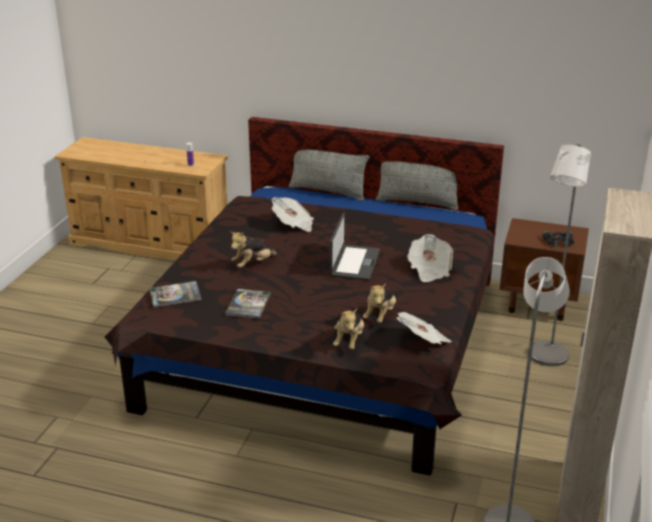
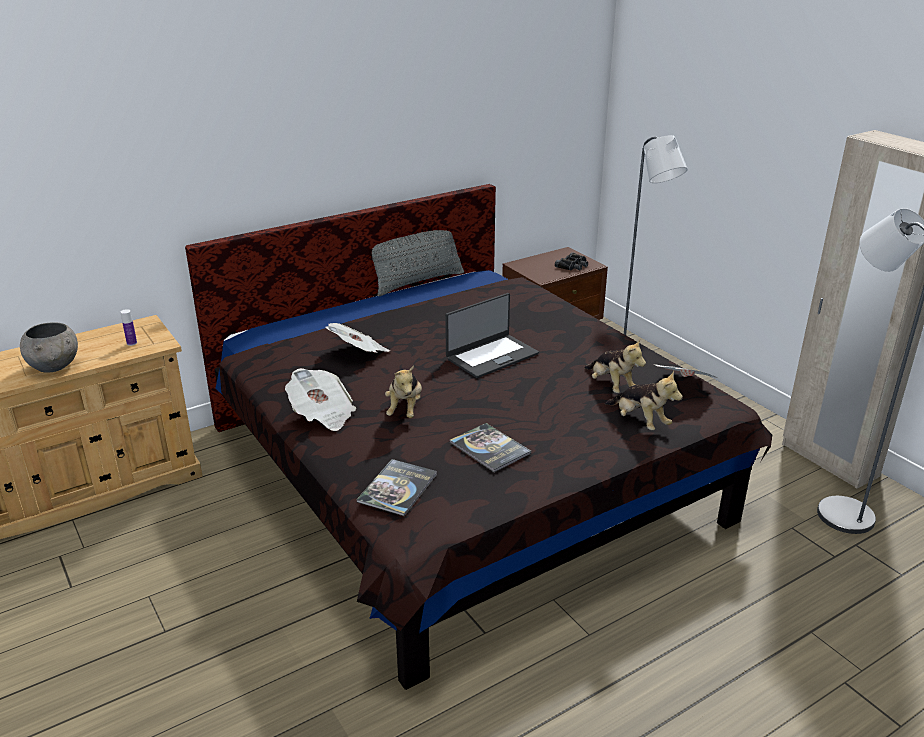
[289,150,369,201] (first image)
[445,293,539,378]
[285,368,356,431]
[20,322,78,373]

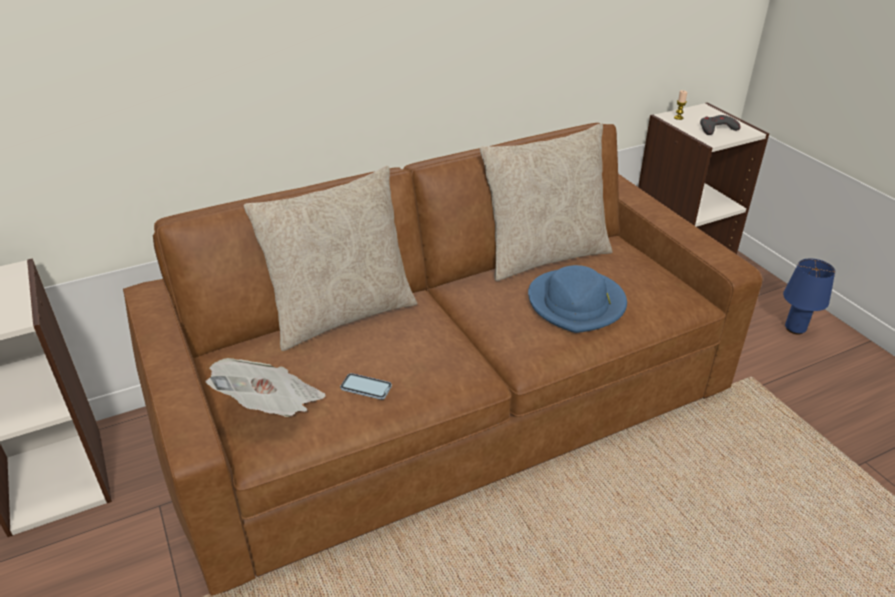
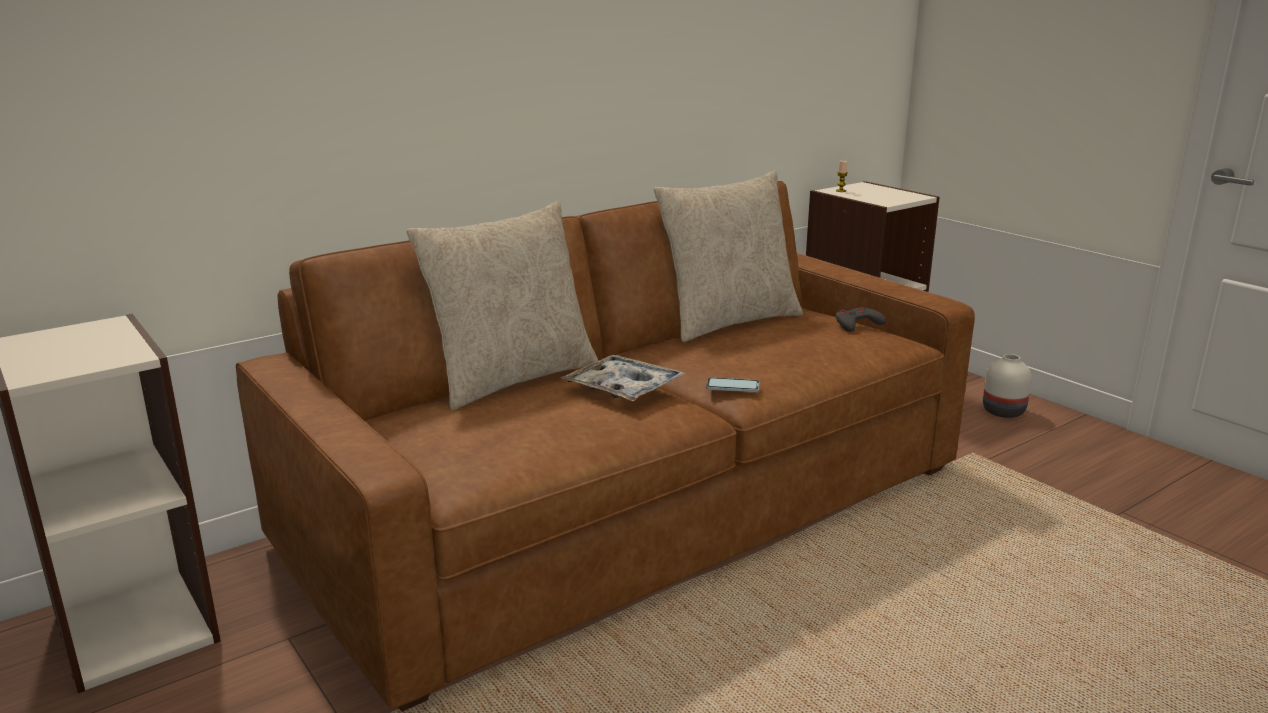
[835,307,886,332]
[983,354,1032,418]
[528,265,627,333] (first image)
[205,358,325,417] (first image)
[706,377,760,392]
[561,355,685,401]

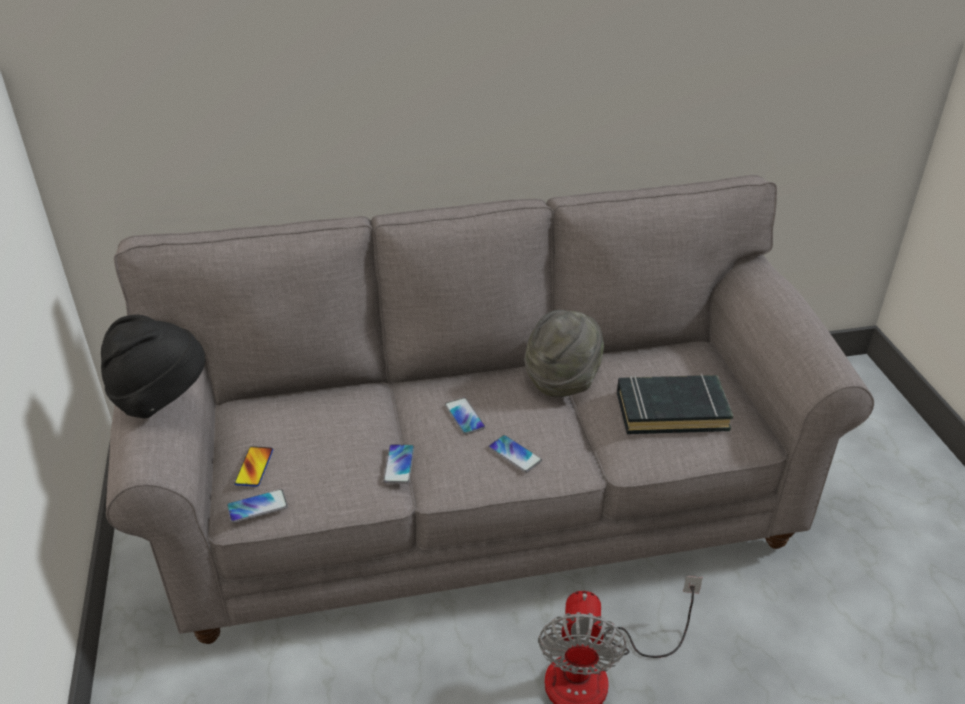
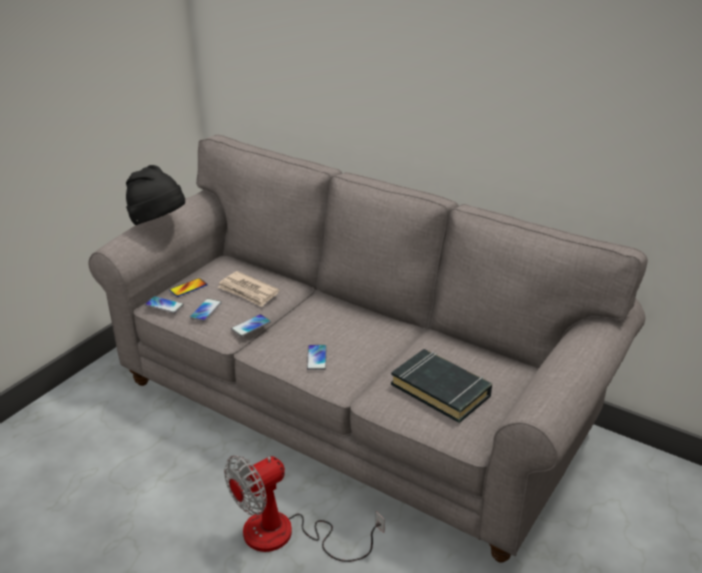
[524,310,604,397] (first image)
[190,298,222,322]
[218,271,279,307]

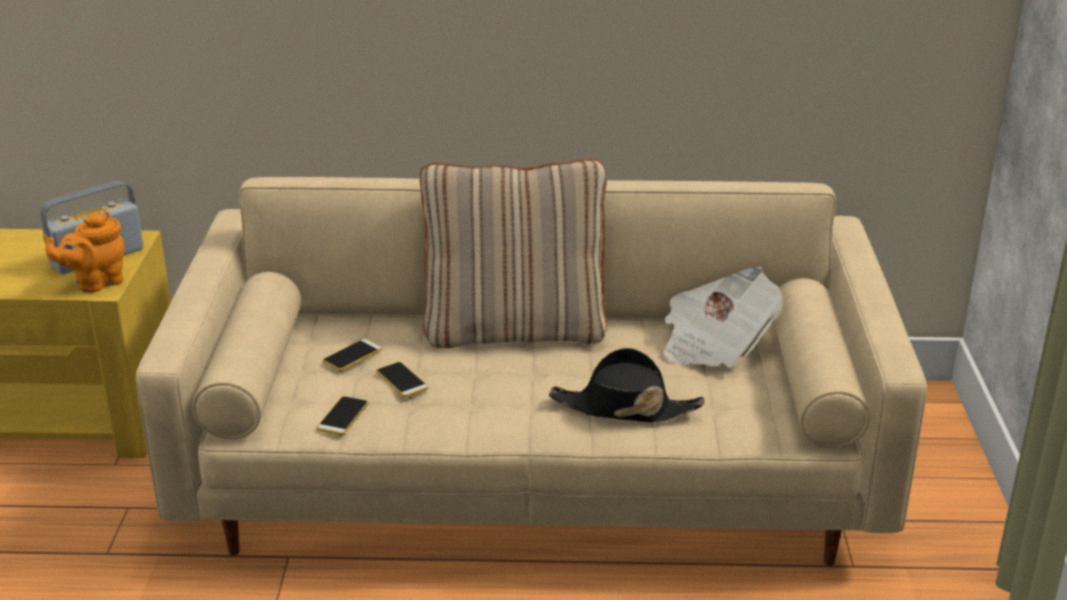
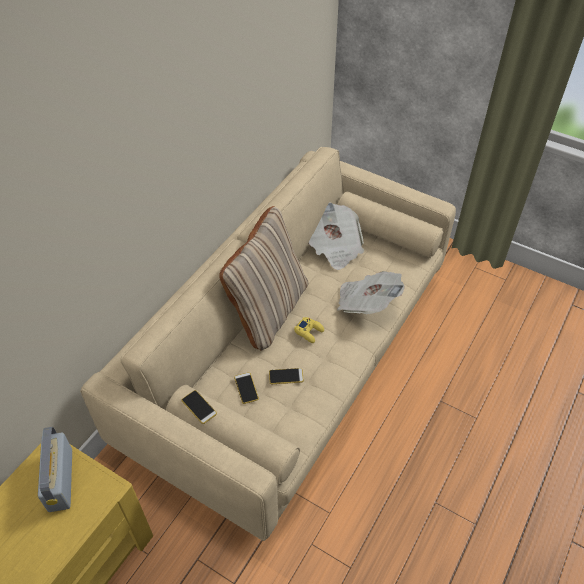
[46,211,125,293] (first image)
[337,271,405,314]
[181,390,217,424]
[294,317,324,343]

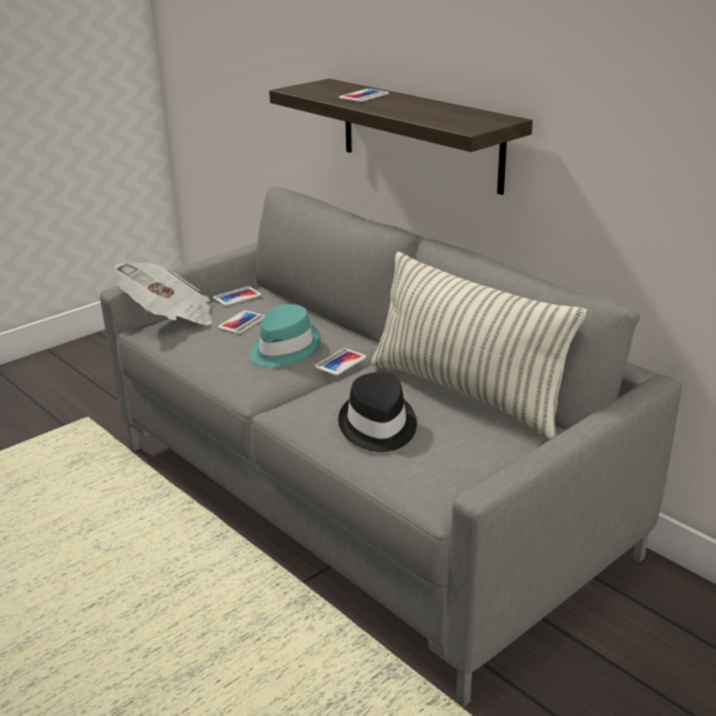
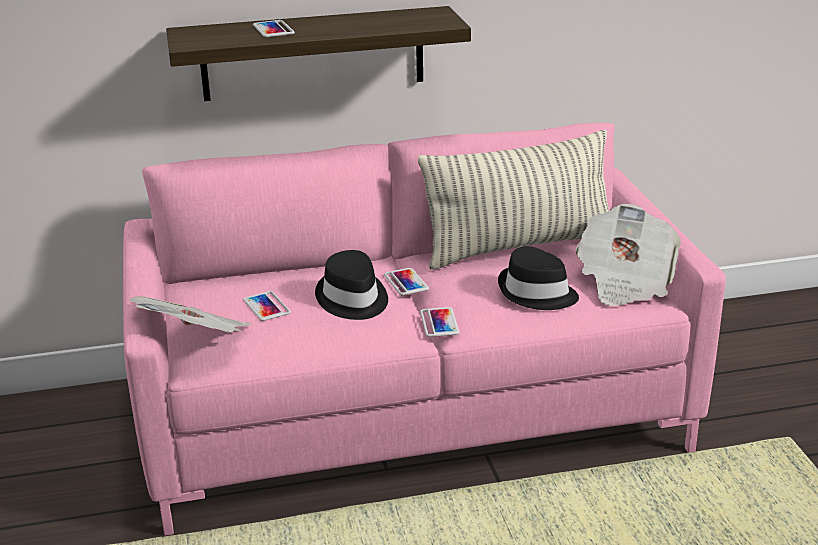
[123,123,726,536]
[420,307,459,337]
[315,250,388,320]
[576,204,681,306]

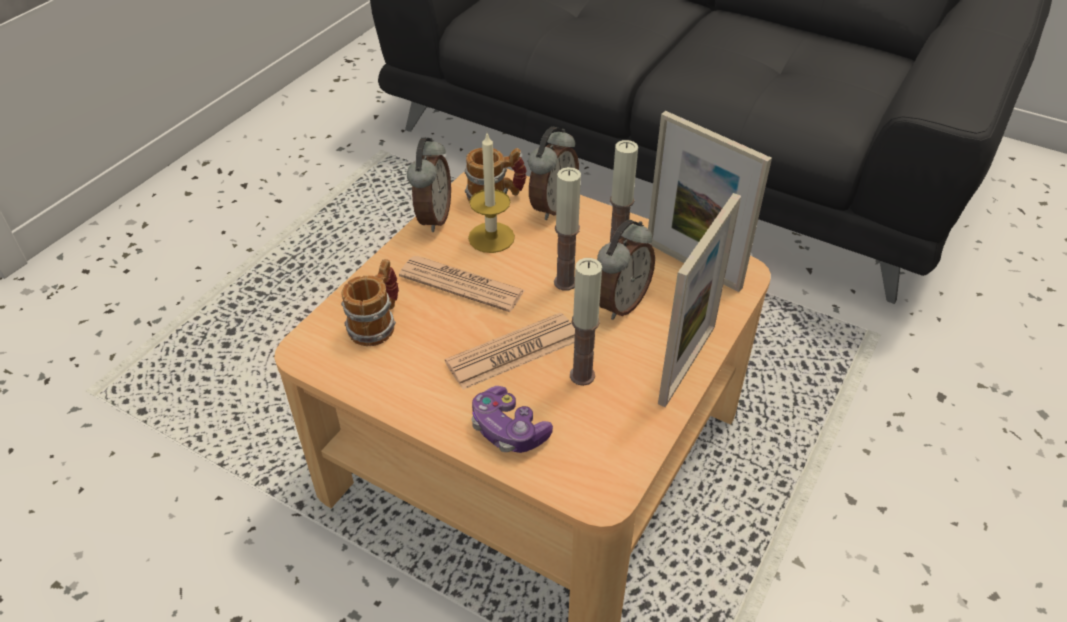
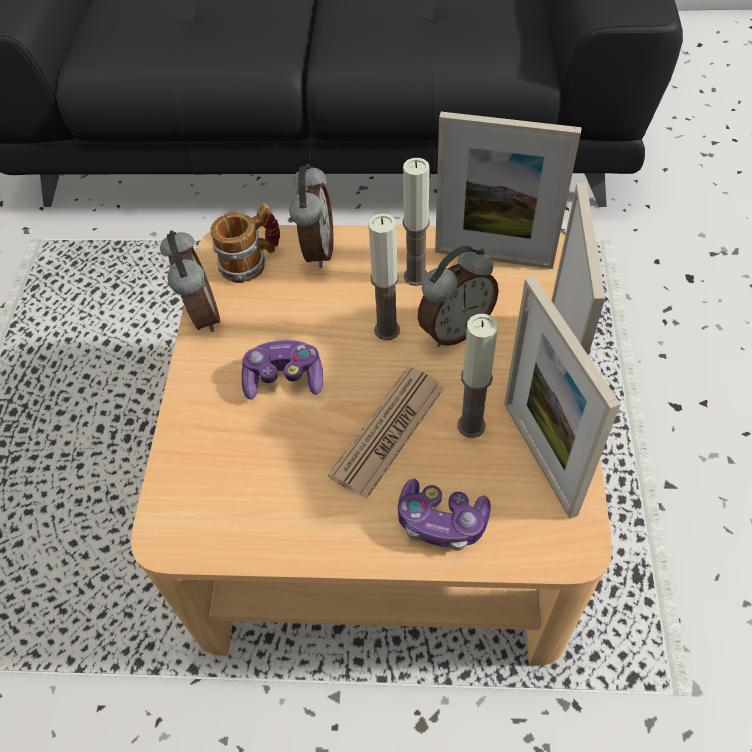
[468,134,515,253] (first image)
[418,246,499,347]
[242,340,323,400]
[341,259,399,346] (first image)
[504,276,621,519]

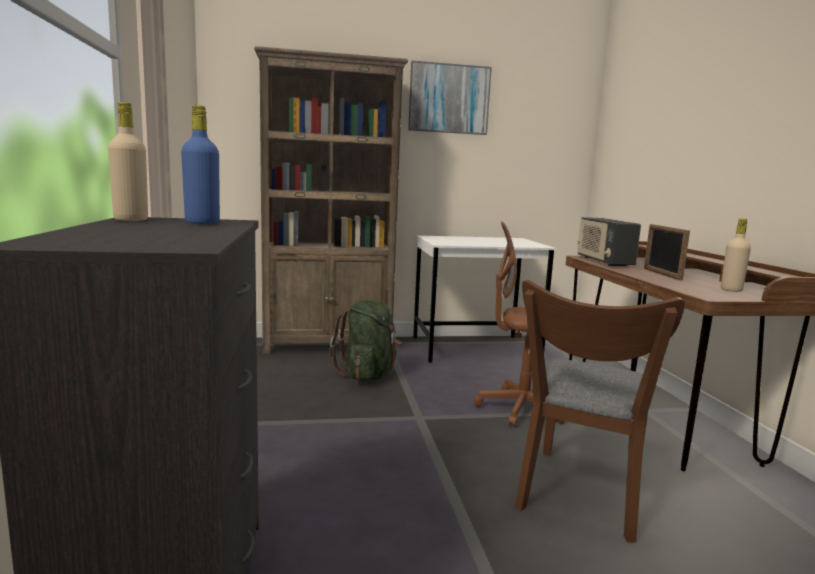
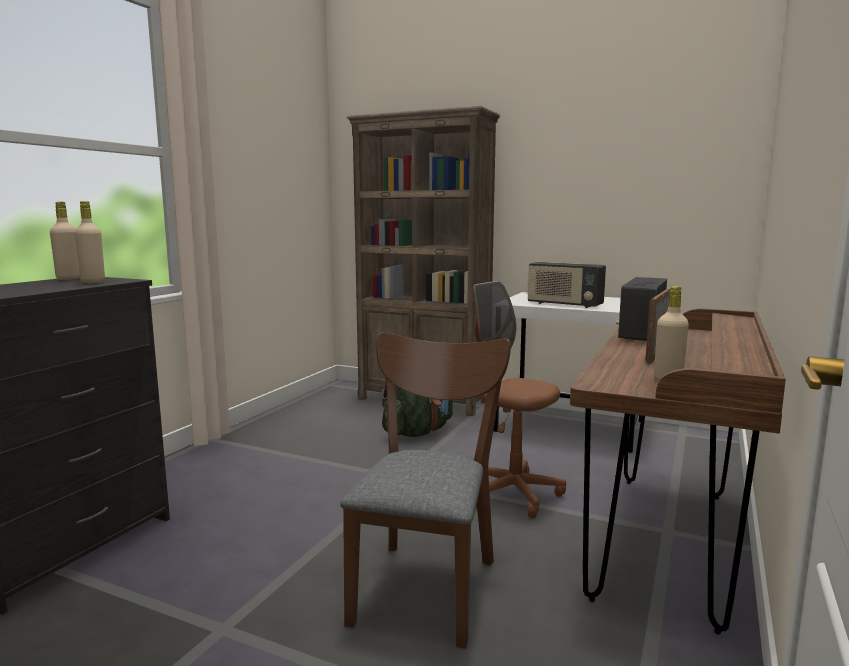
[408,61,492,135] (first image)
[75,201,105,283]
[340,332,511,649]
[527,262,606,308]

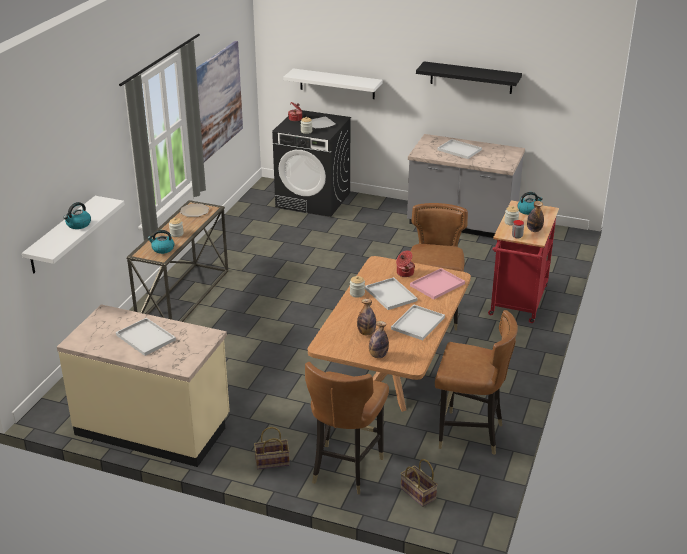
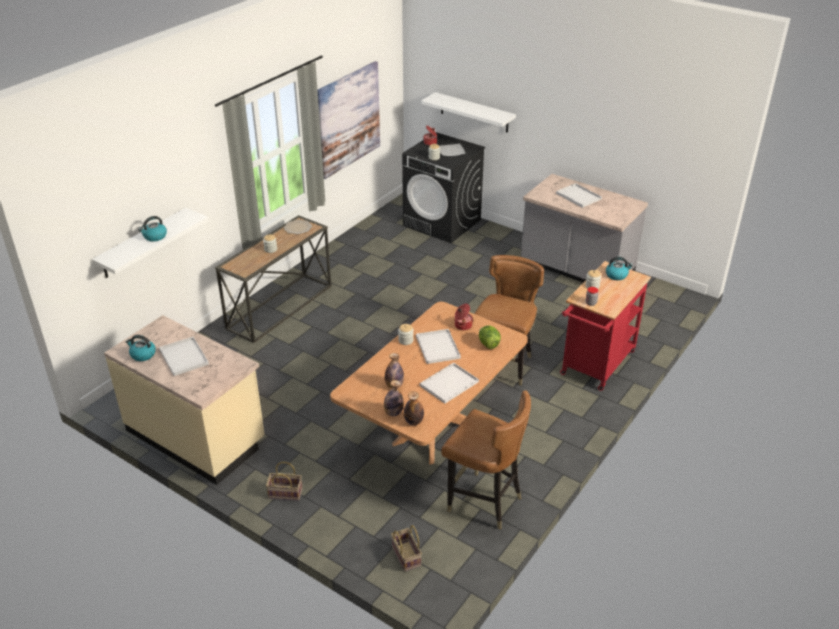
[416,61,522,94] (first image)
[404,391,424,425]
[126,335,156,361]
[479,325,501,349]
[305,362,389,495] (first image)

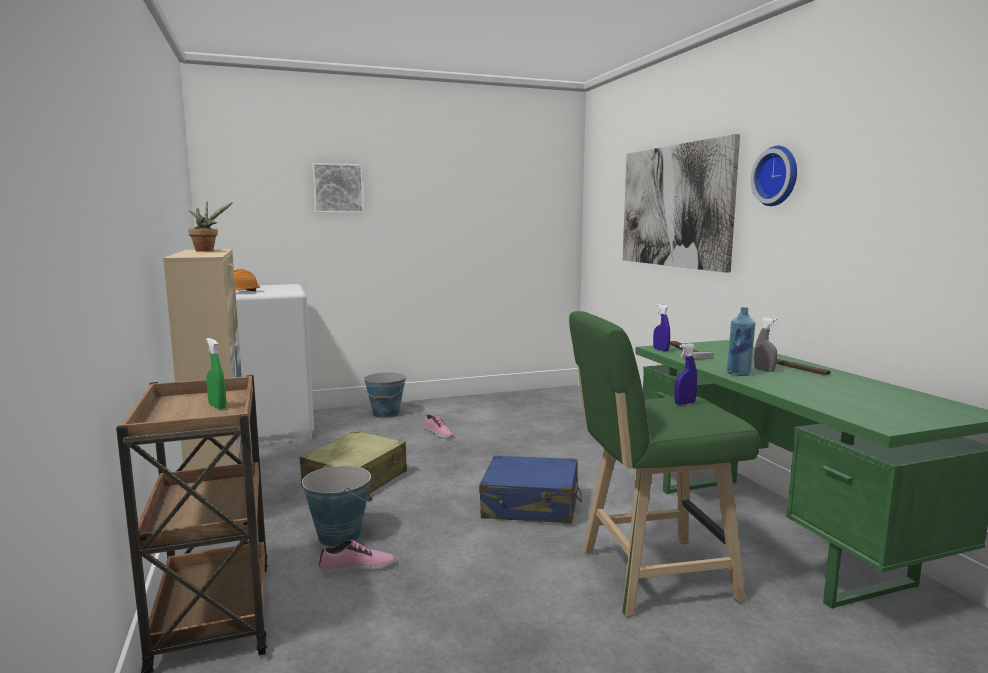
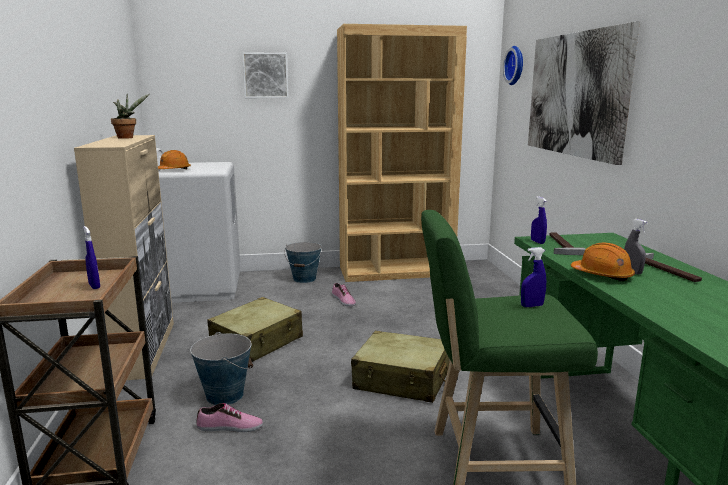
[503,46,523,85]
[571,243,635,281]
[83,226,100,289]
[351,331,450,403]
[337,24,467,282]

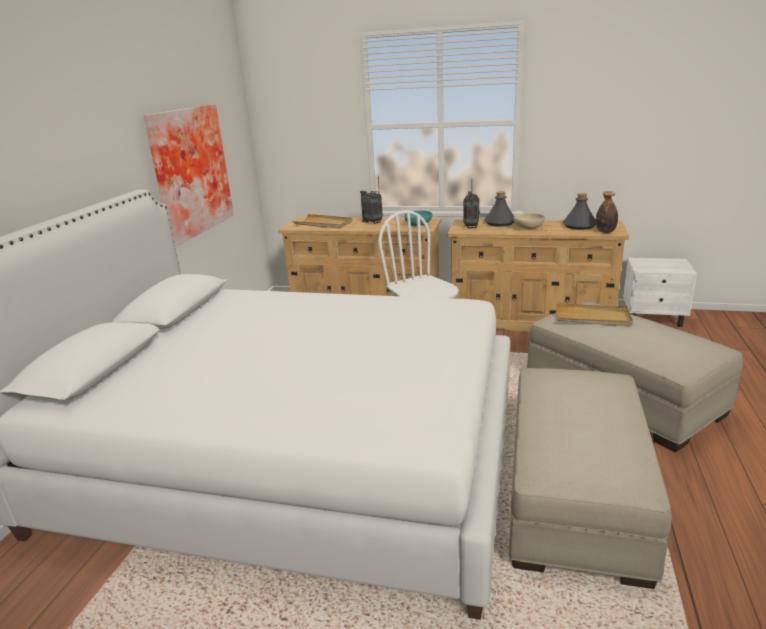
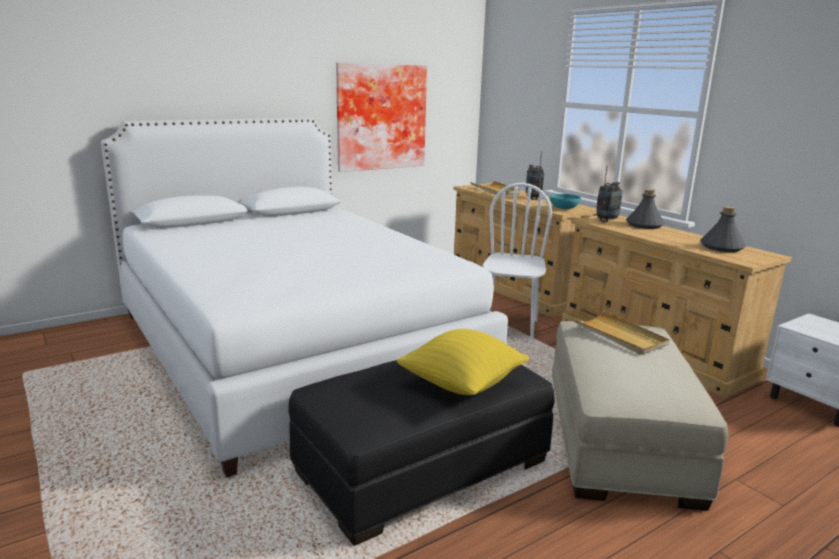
[596,191,618,233] (first image)
[514,213,545,229] (first image)
[288,360,555,545]
[396,329,529,395]

